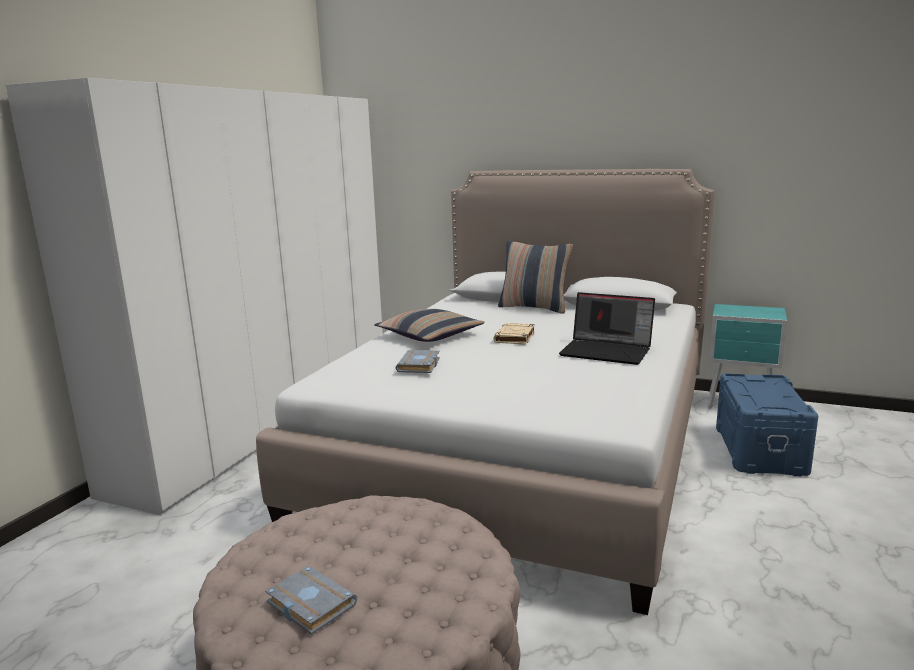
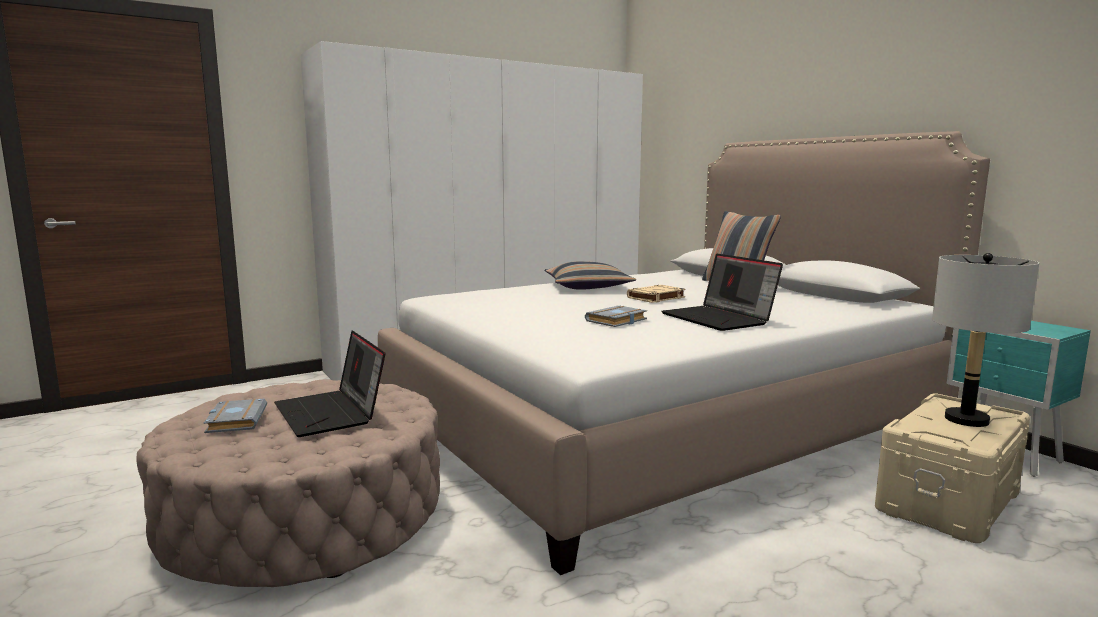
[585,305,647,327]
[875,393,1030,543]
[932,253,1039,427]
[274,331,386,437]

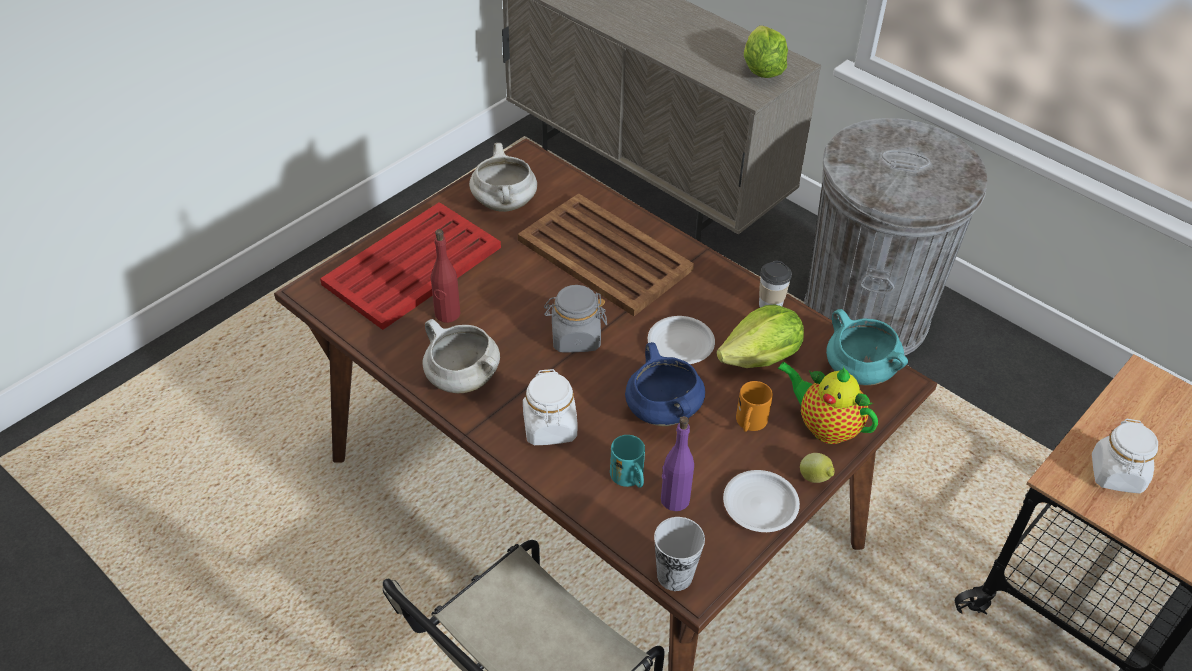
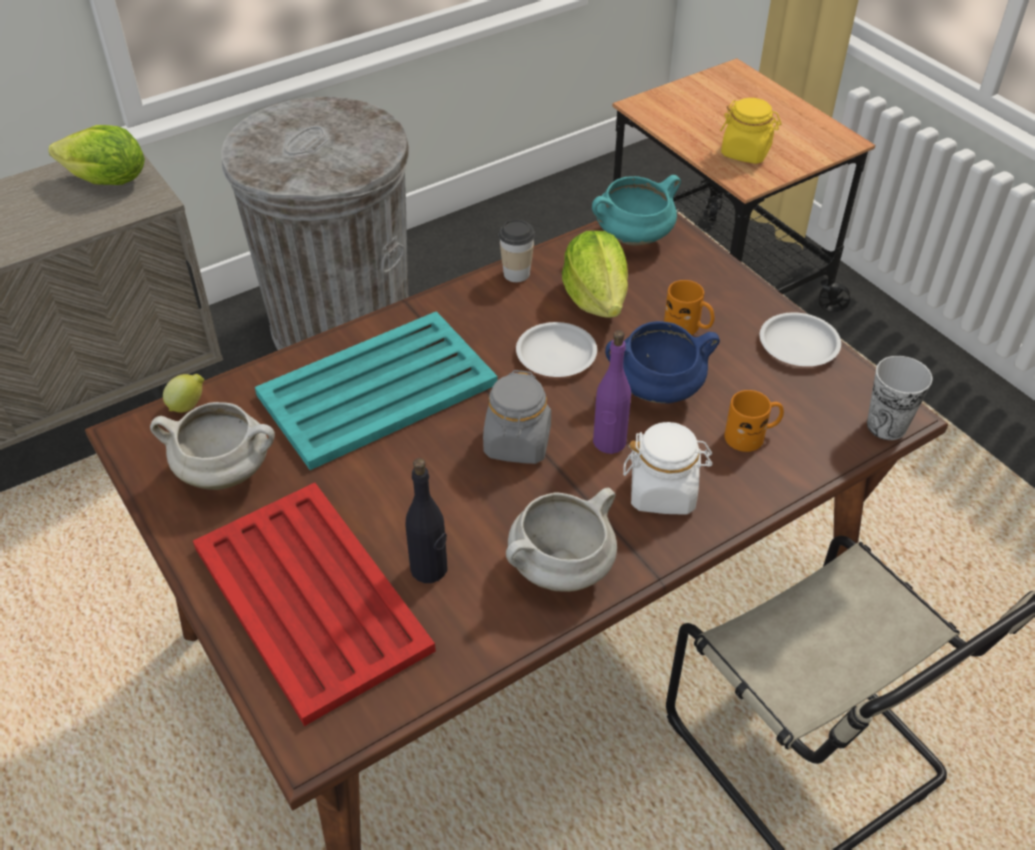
[255,311,498,470]
[406,458,447,583]
[777,362,878,444] (first image)
[593,330,631,454]
[720,98,781,164]
[725,390,784,452]
[163,374,204,413]

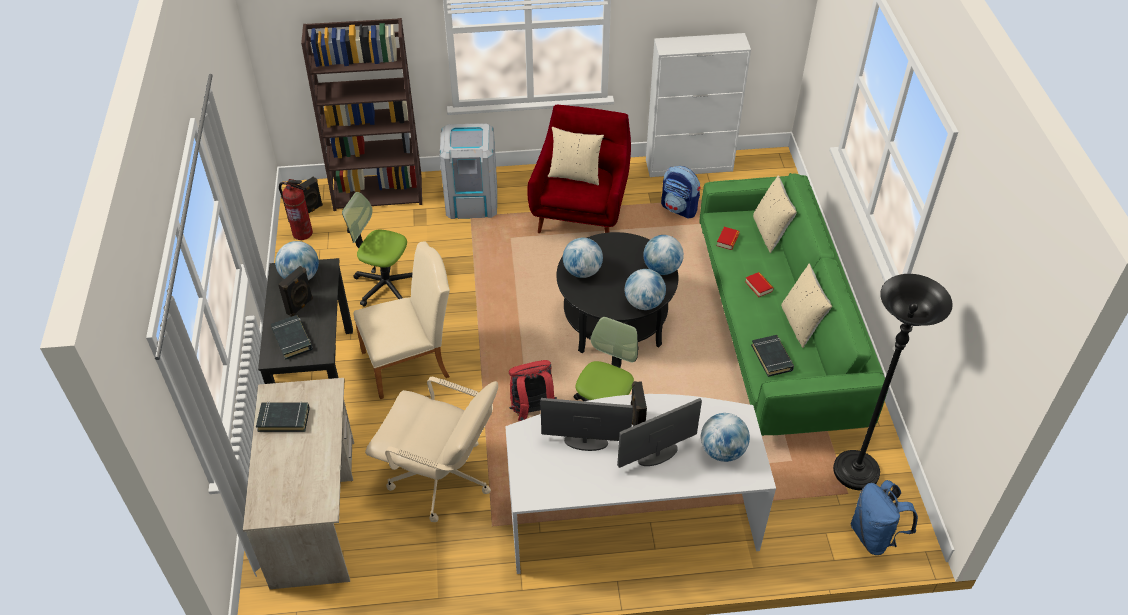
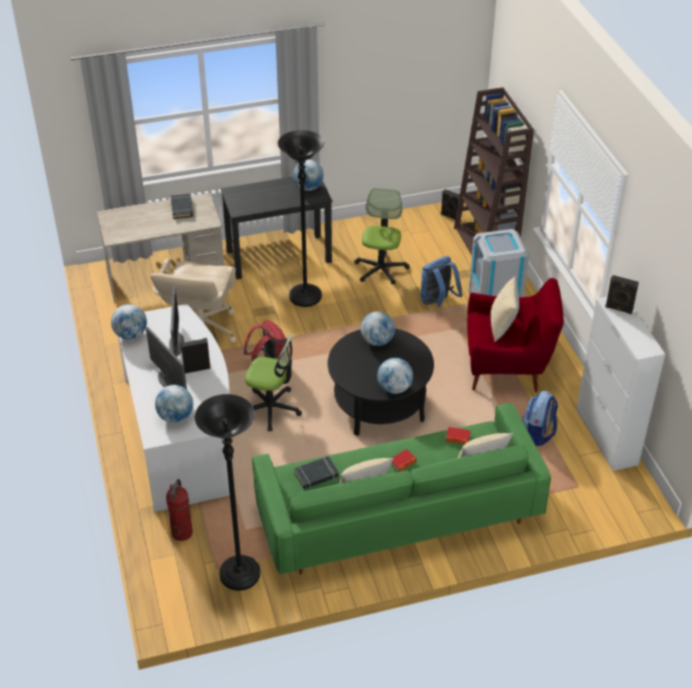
[166,479,193,541]
[278,130,324,307]
[605,275,639,314]
[111,304,147,340]
[271,315,313,360] (first image)
[420,256,463,307]

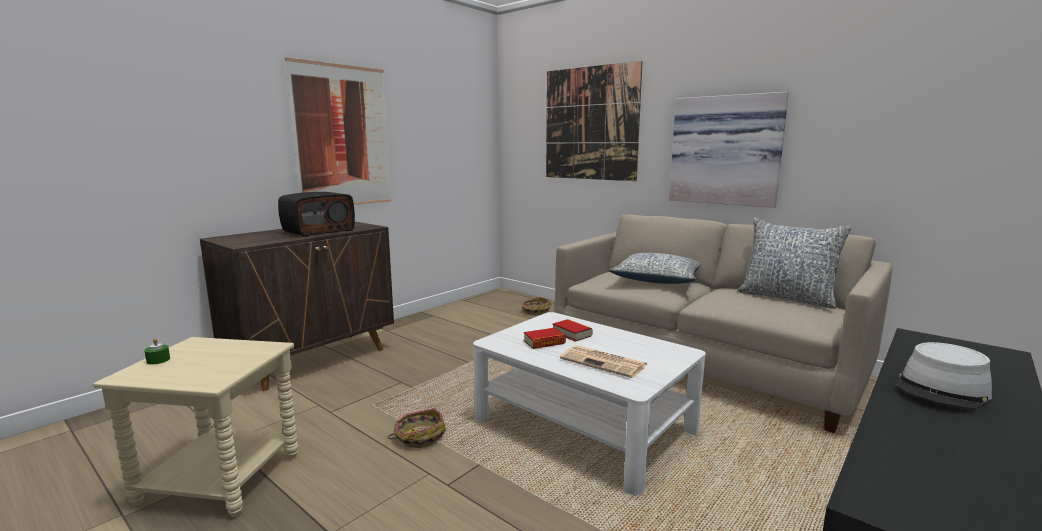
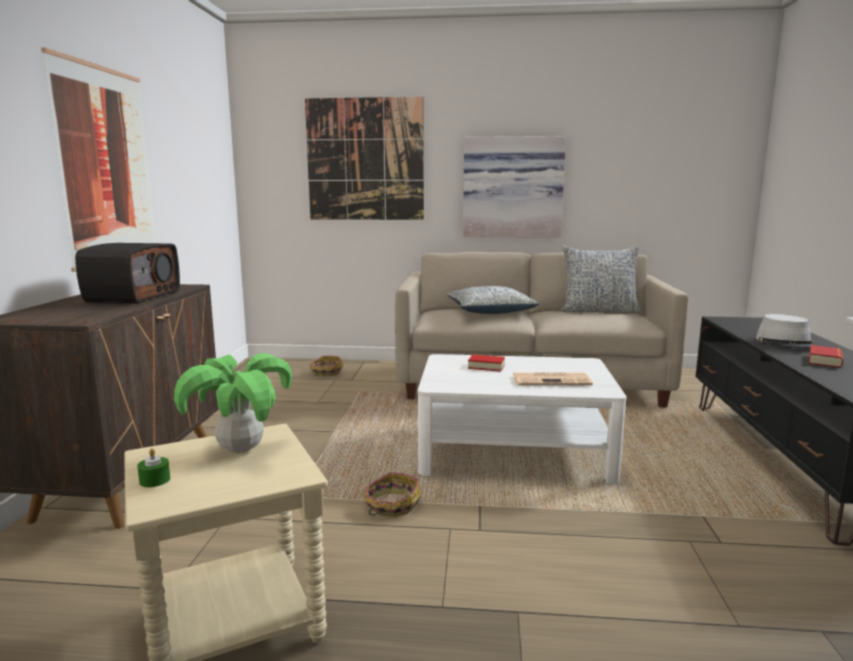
[809,345,843,368]
[174,353,292,453]

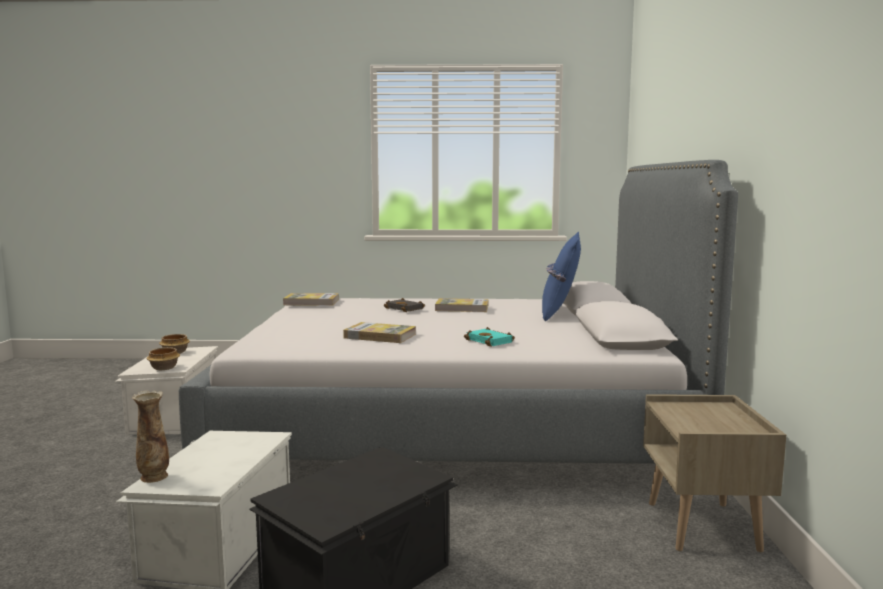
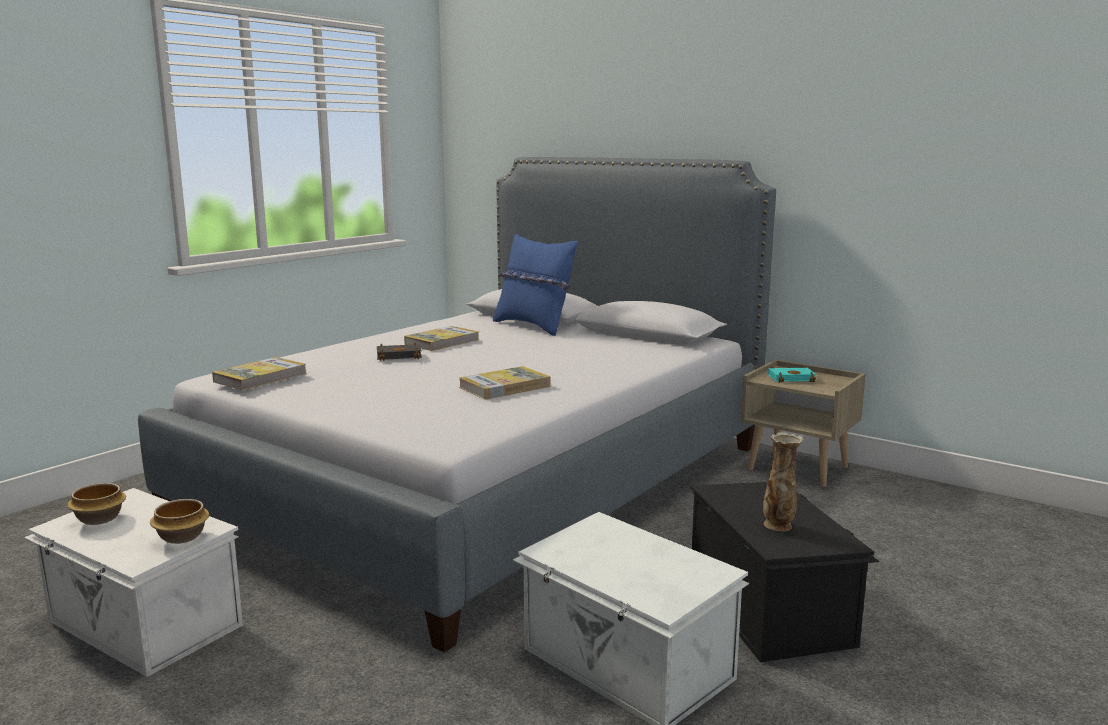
[768,365,816,383]
[763,432,803,531]

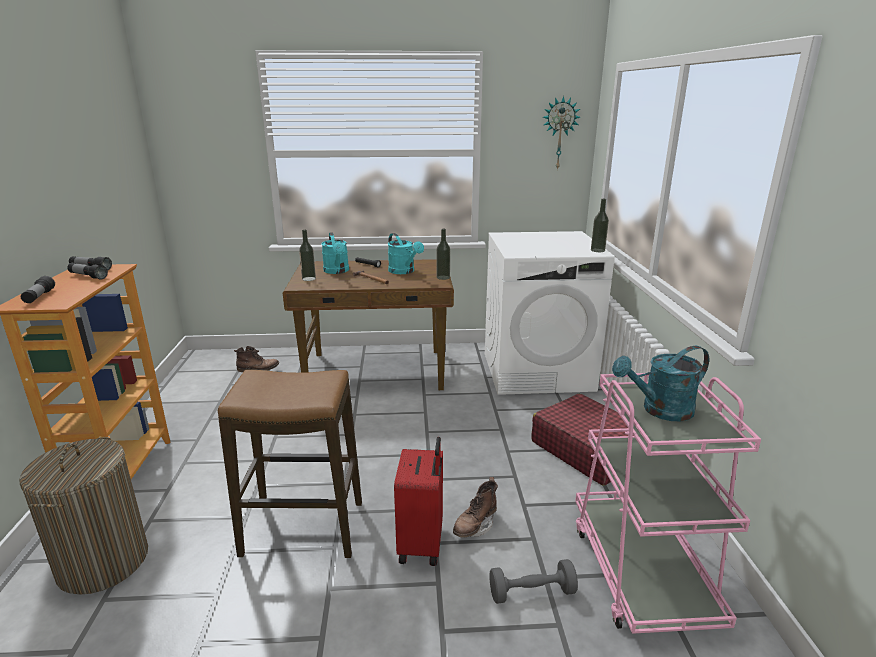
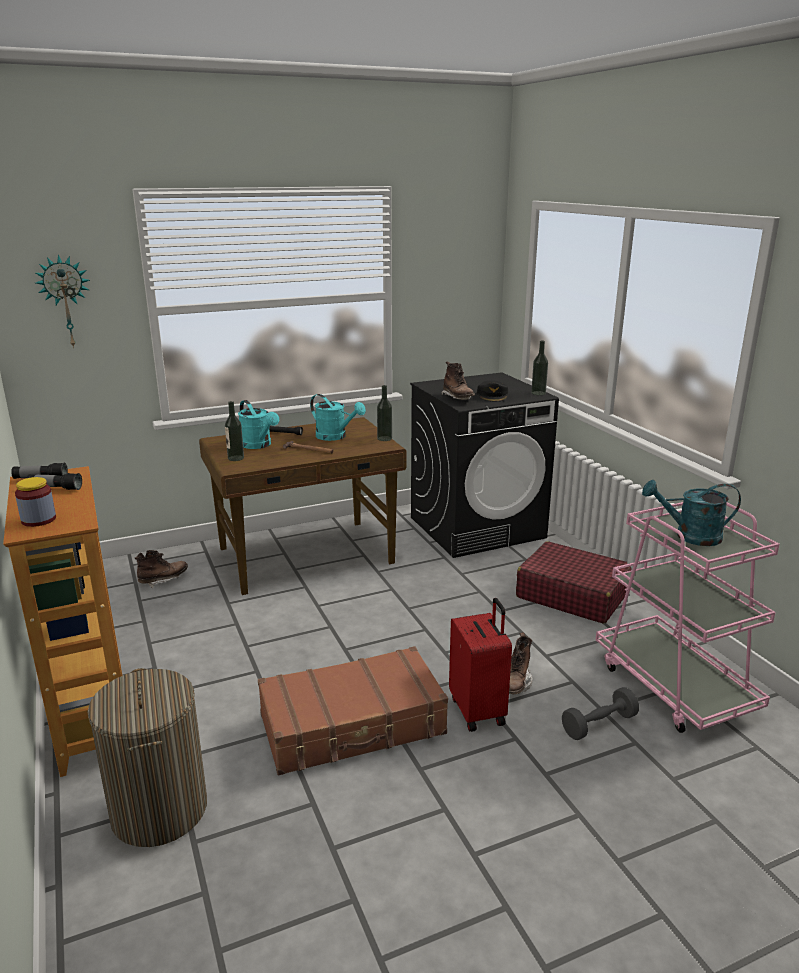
[34,254,90,348]
[410,372,559,558]
[15,477,56,527]
[642,480,741,546]
[258,646,448,775]
[442,361,475,400]
[477,380,508,402]

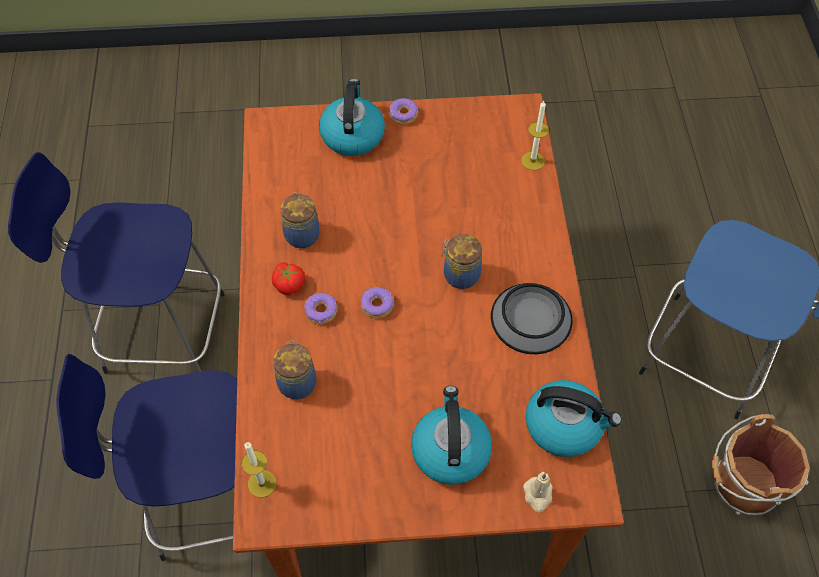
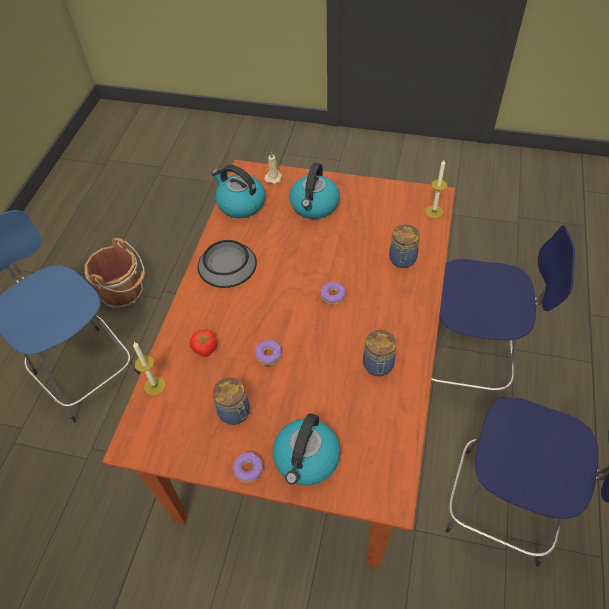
[213,378,250,425]
[190,329,217,357]
[255,340,282,366]

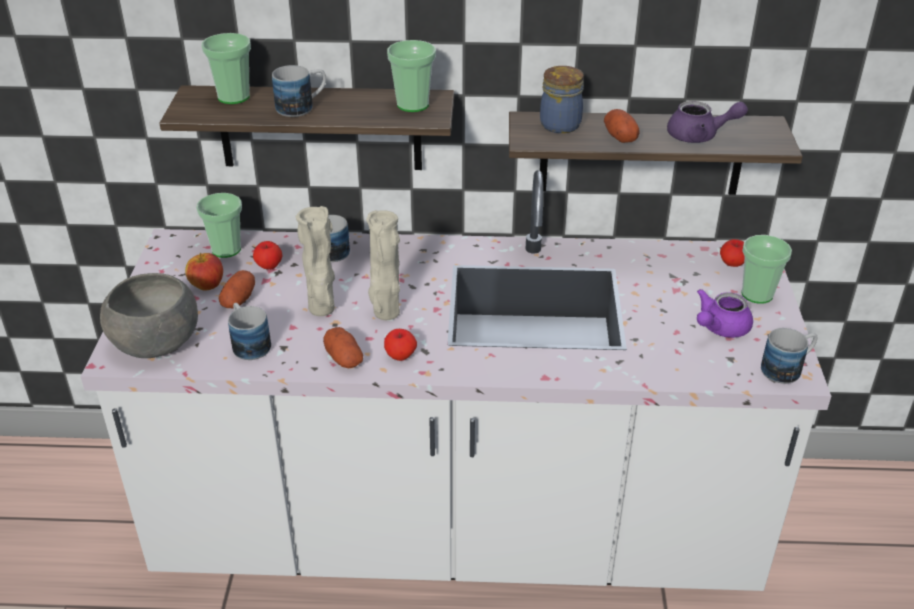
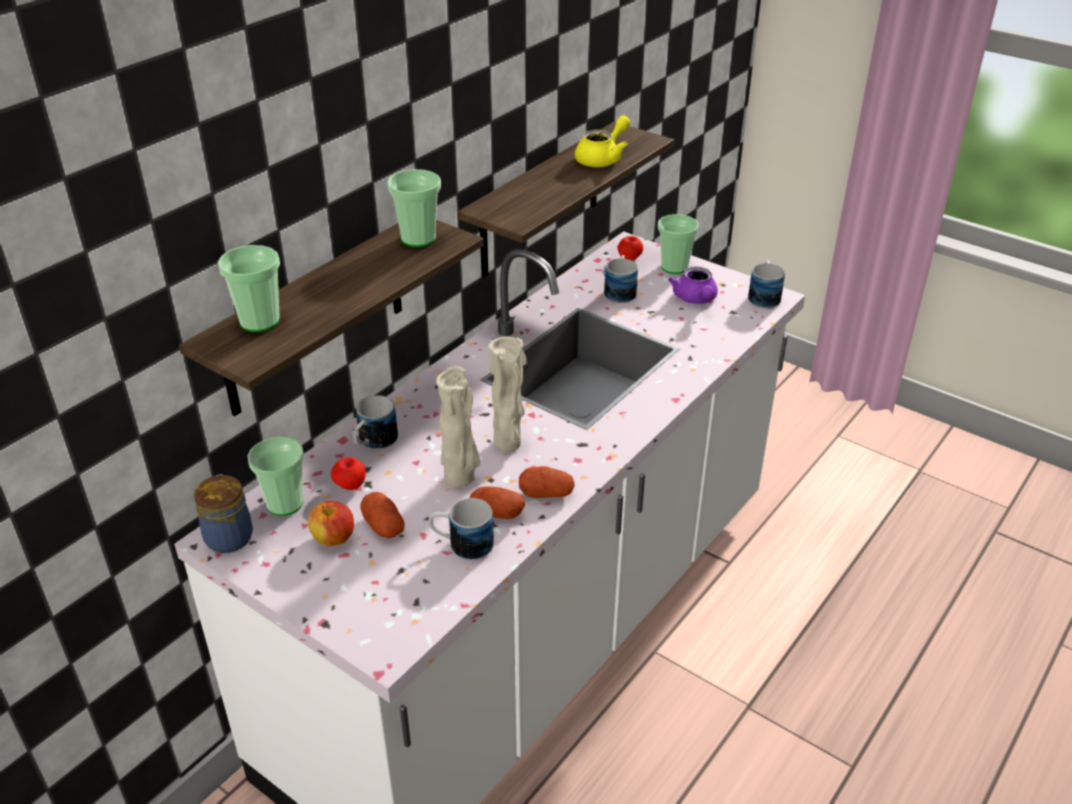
[604,255,638,303]
[194,474,253,553]
[575,115,630,167]
[470,486,525,519]
[100,273,198,358] (first image)
[384,329,417,361] (first image)

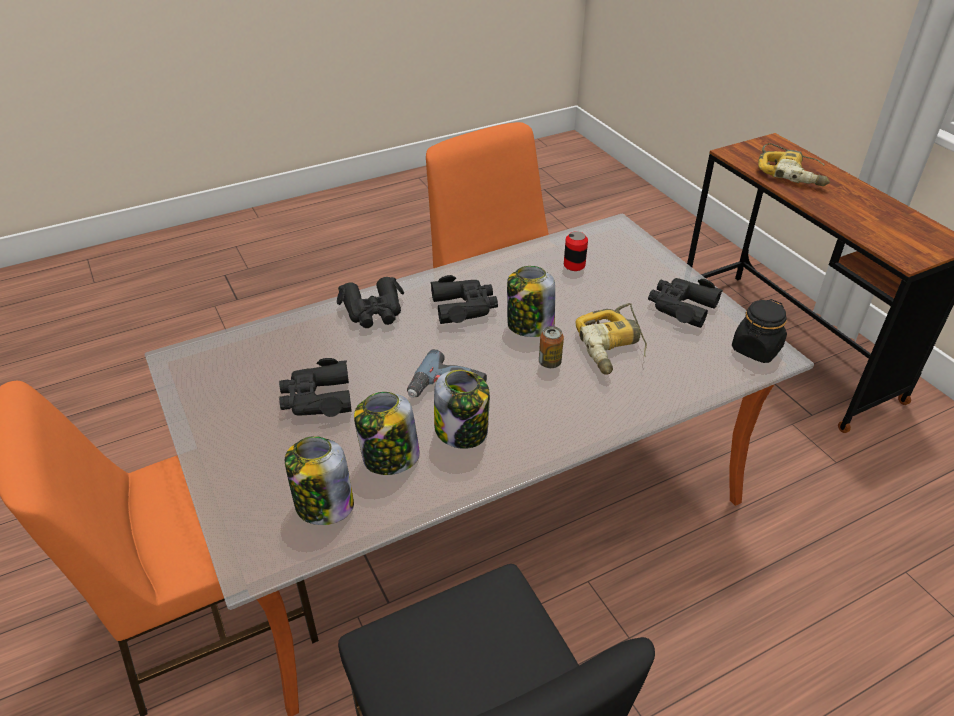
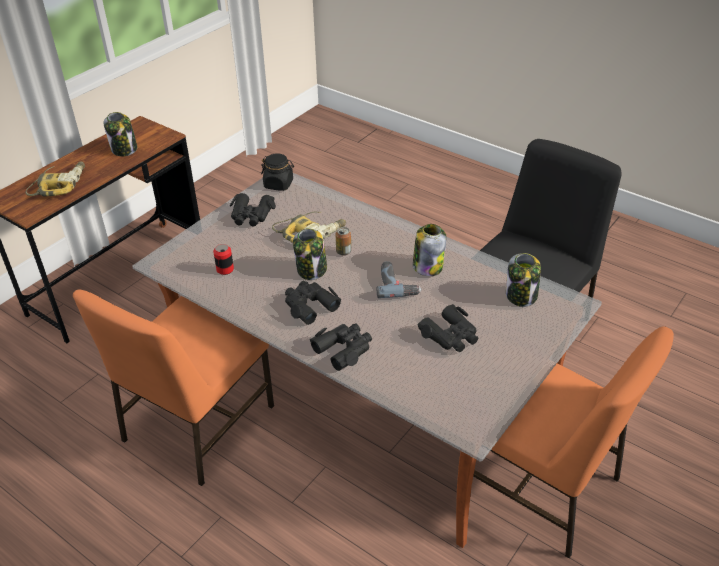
[103,112,137,156]

